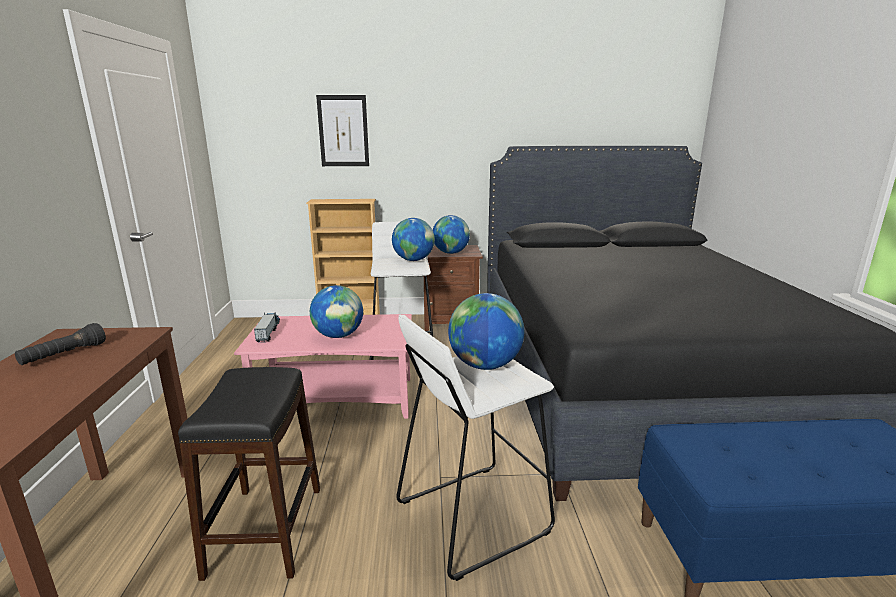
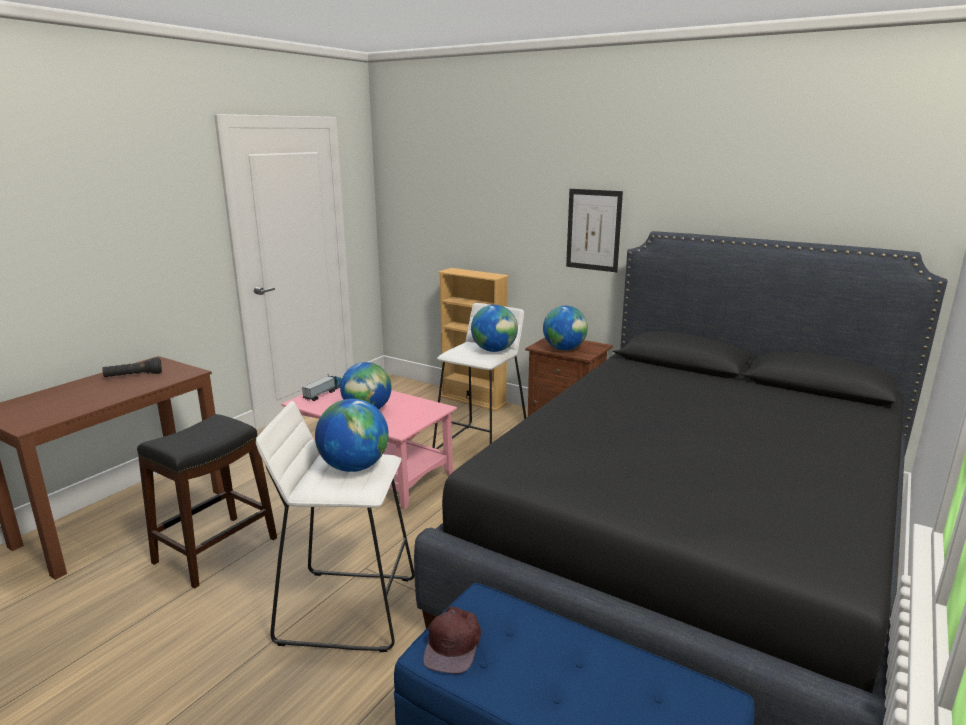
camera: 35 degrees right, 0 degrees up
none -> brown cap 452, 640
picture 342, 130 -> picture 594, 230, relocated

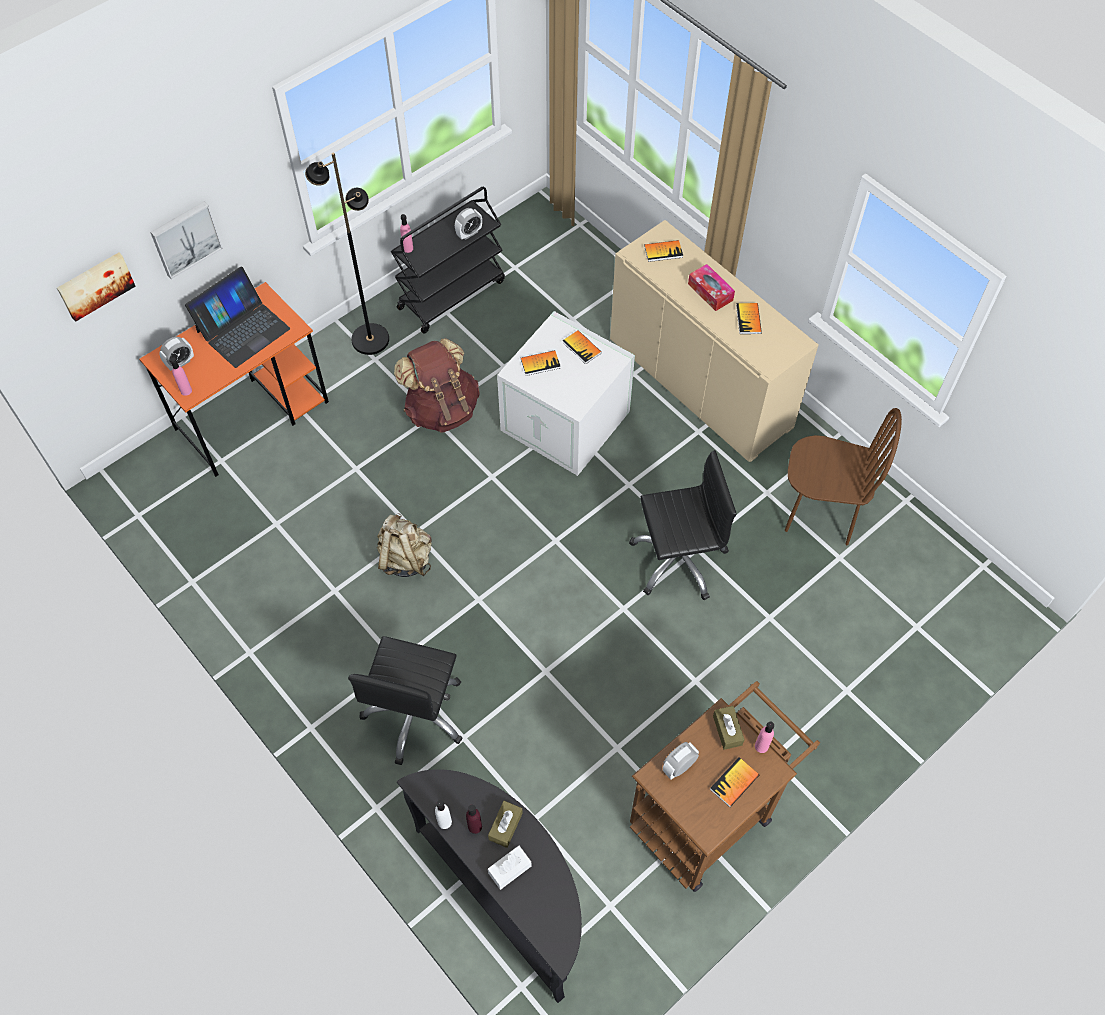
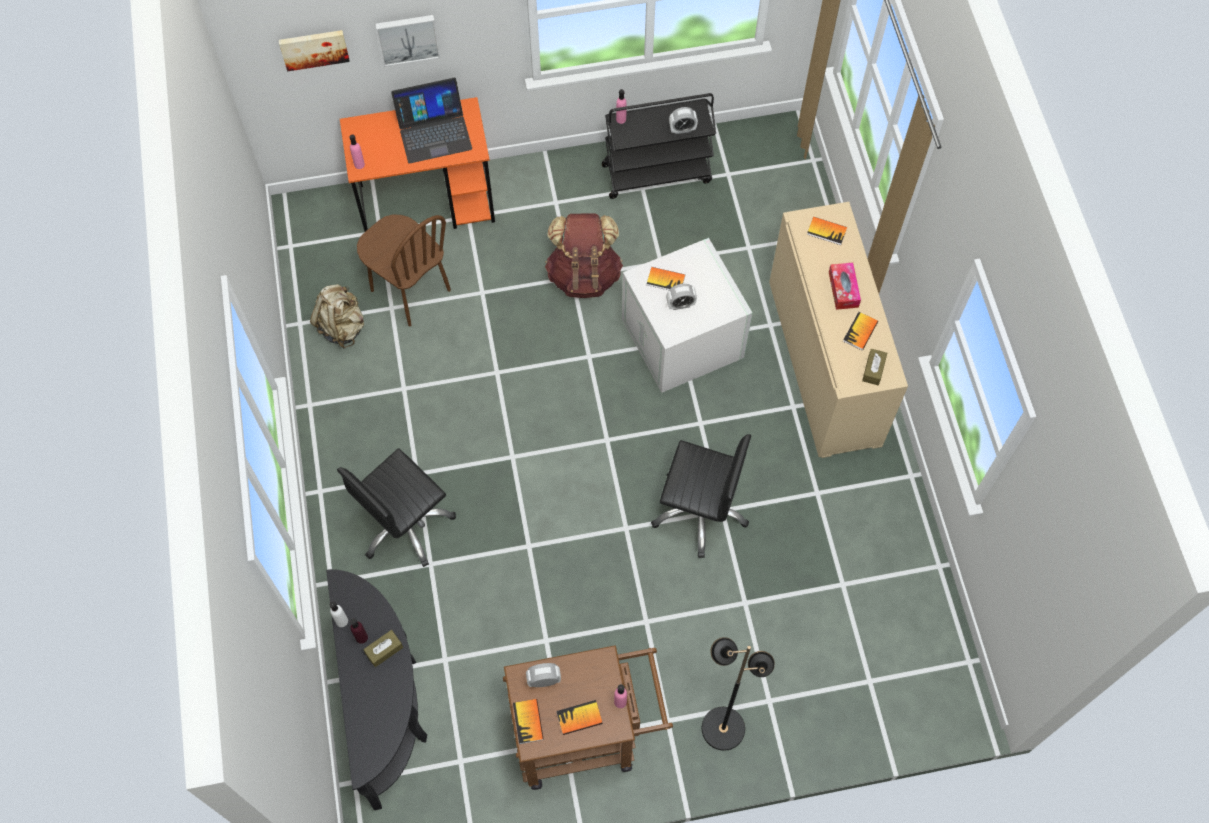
camera: 30 degrees right, 5 degrees up
beige backpack 404, 545 -> beige backpack 337, 316, relocated
brown chair 843, 476 -> brown chair 404, 270, relocated
book 582, 347 -> book 528, 721, relocated
alarm clock 176, 354 -> alarm clock 681, 297, relocated
black floor lamp 347, 253 -> black floor lamp 738, 694, relocated
brown tissue box 729, 728 -> brown tissue box 874, 367, relocated
white tissue box 510, 868 -> none

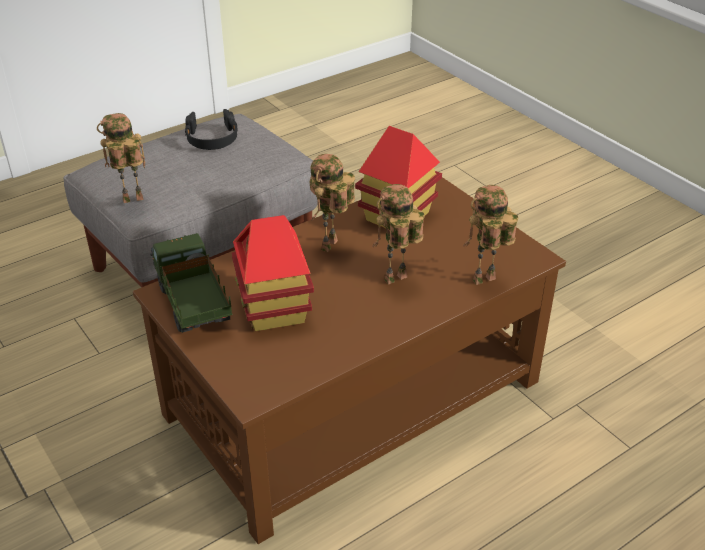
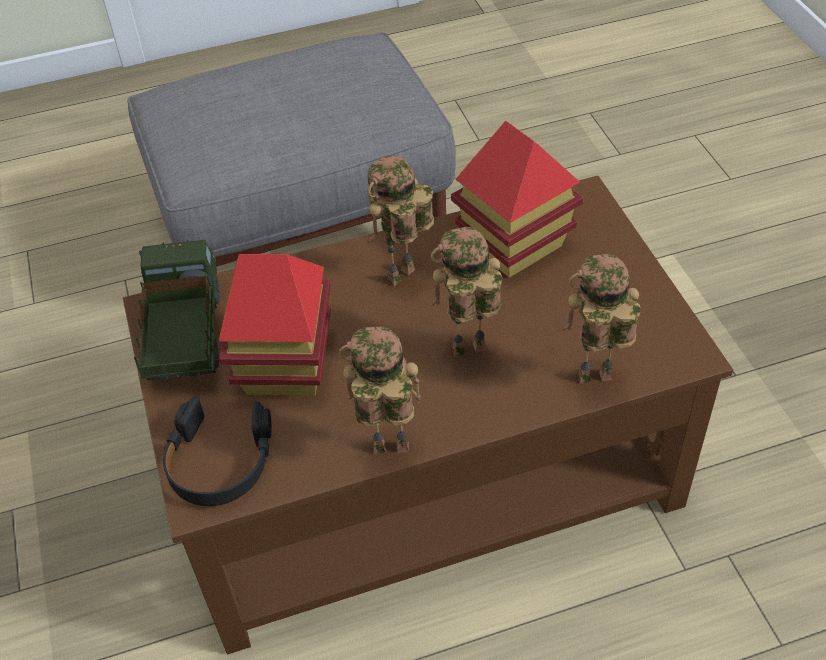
camera: 20 degrees right, 10 degrees up
black headphones 211, 129 -> black headphones 217, 451, relocated
toy robot 121, 158 -> toy robot 380, 390, relocated

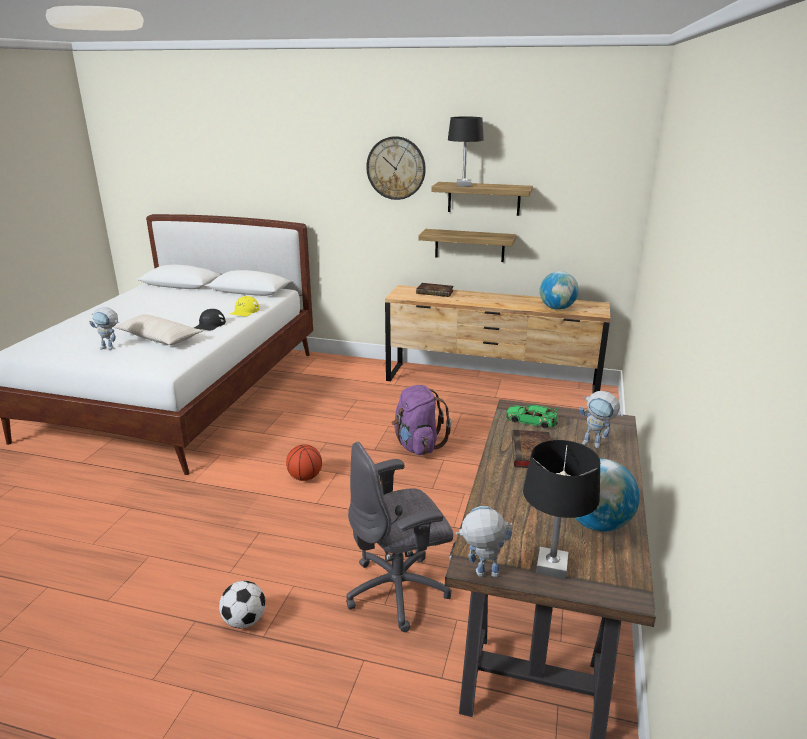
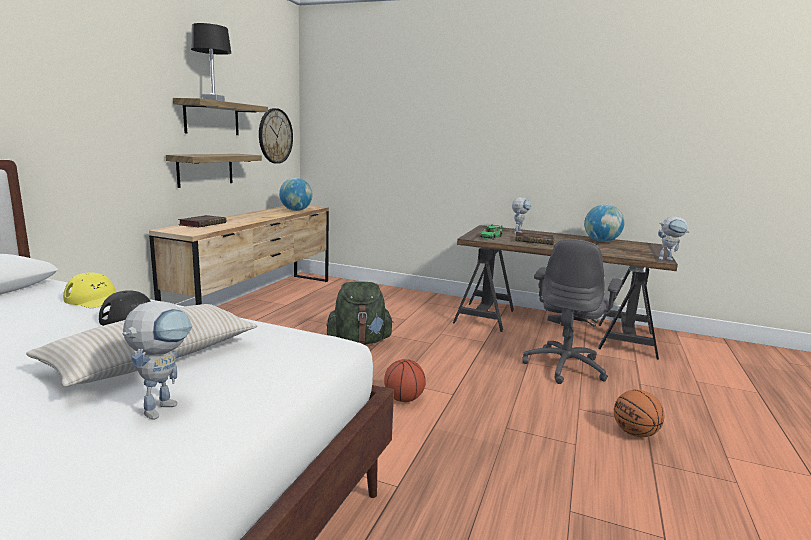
camera: 85 degrees left, 10 degrees down
wall clock 396, 168 -> wall clock 276, 136, relocated
purple backpack 421, 420 -> green backpack 360, 313
grey office chair 399, 536 -> grey office chair 572, 311, 45 degrees clockwise
football 242, 605 -> basketball 639, 413
toy robot 484, 541 -> toy robot 674, 238, 90 degrees counterclockwise
black table lamp 561, 509 -> none

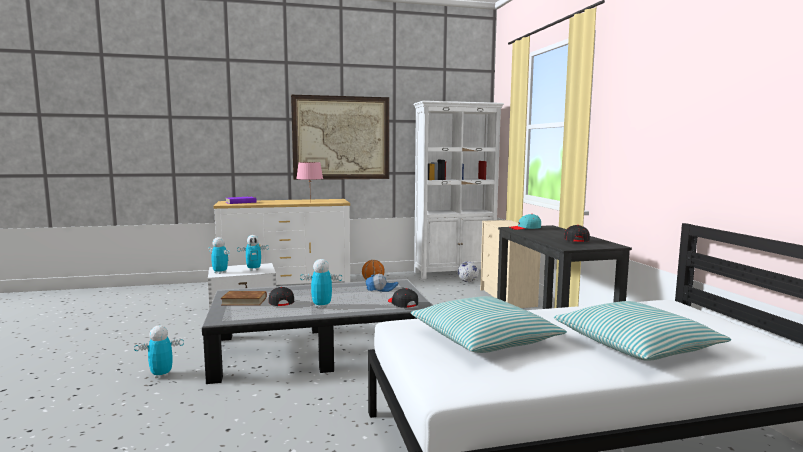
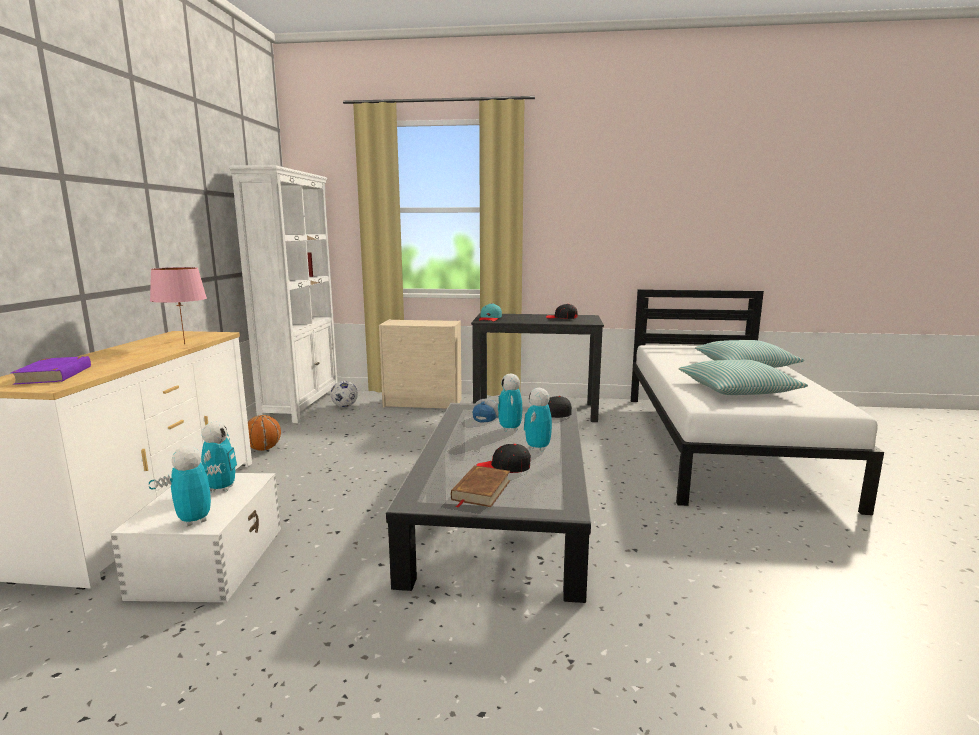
camera: 70 degrees left, 5 degrees up
toy robot 159, 351 -> toy robot 510, 403, relocated
picture 340, 137 -> none

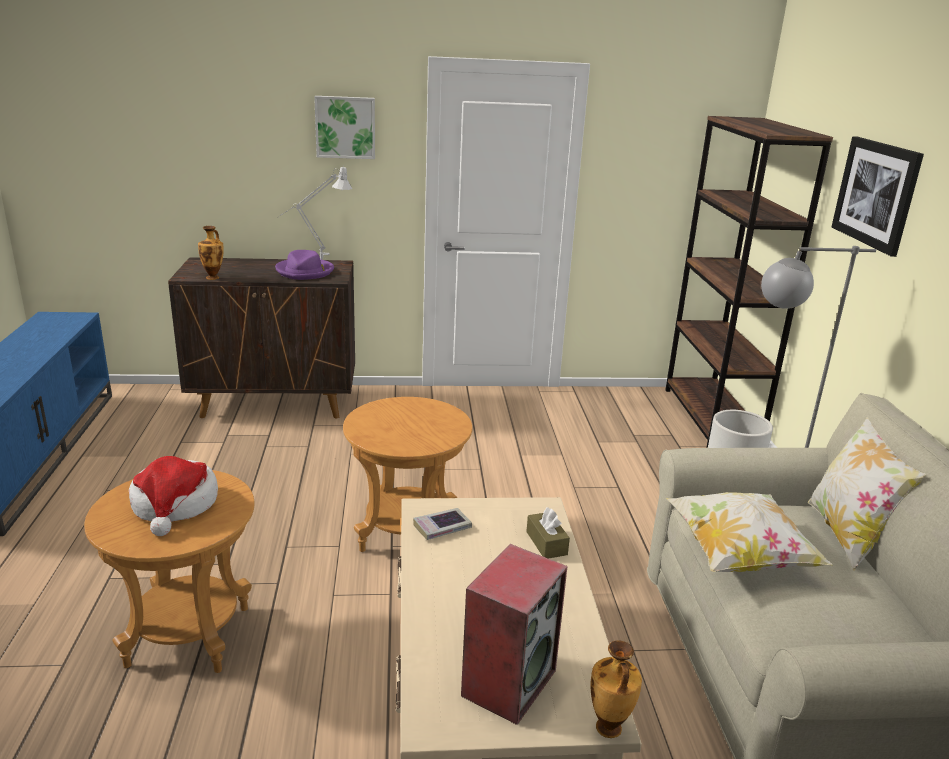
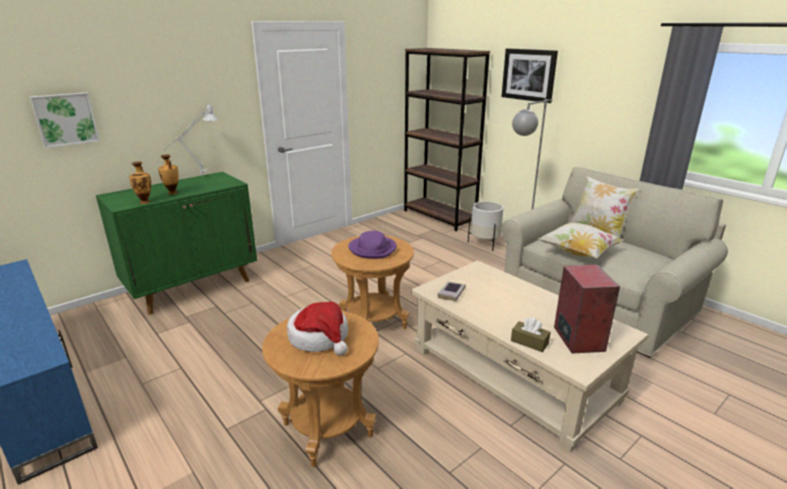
camera: 35 degrees left, 0 degrees up
picture 344, 127 -> picture 65, 120, relocated
brown cabinet 261, 337 -> green cabinet 176, 243
vase 616, 689 -> vase 168, 174, relocated
purple hat 304, 265 -> purple hat 372, 245, relocated
brown tissue box 548, 533 -> brown tissue box 530, 335, relocated

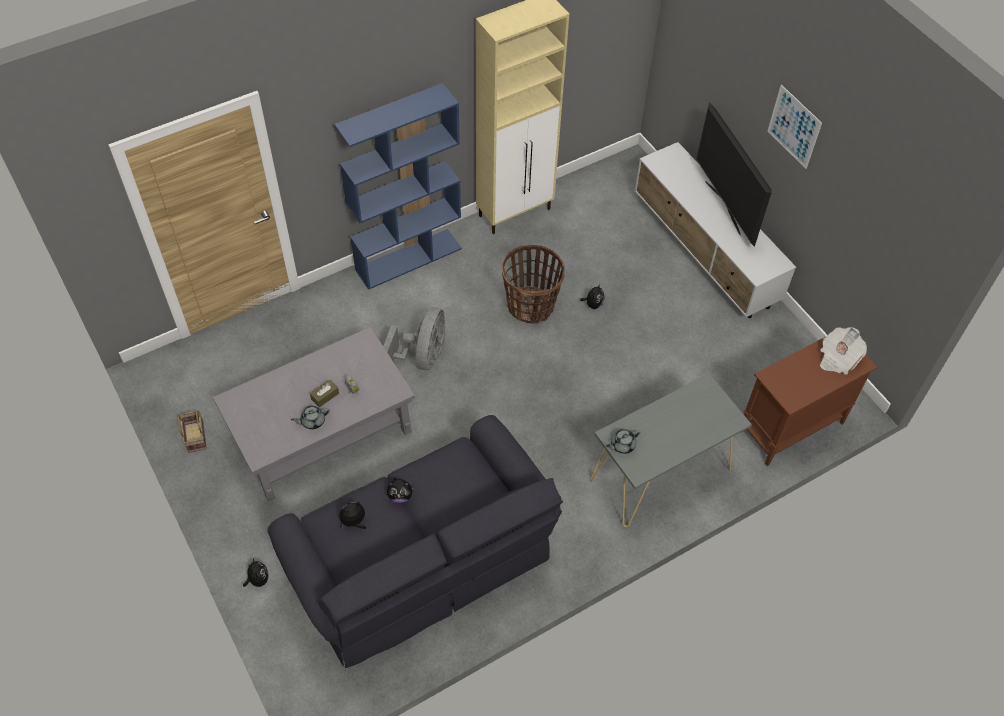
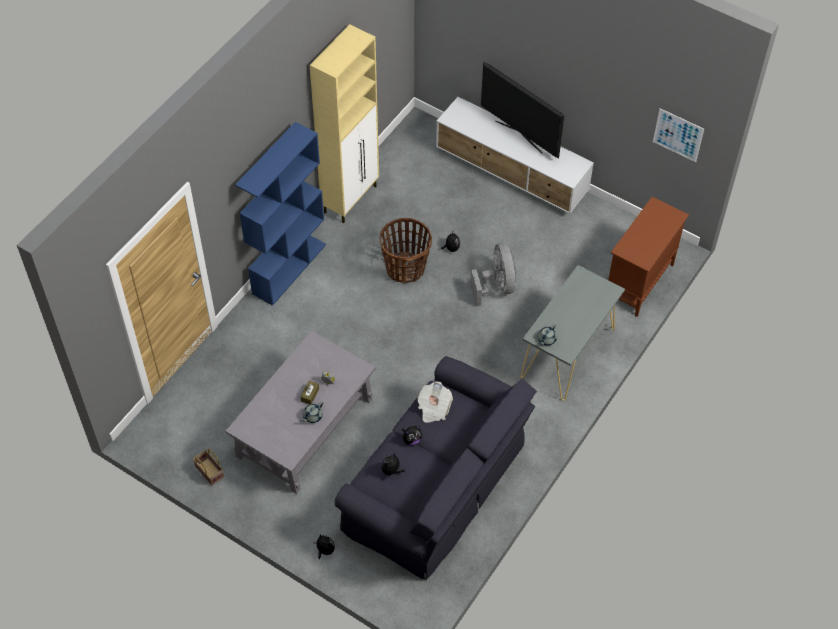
camera: 25 degrees left, 0 degrees up
newspaper 843, 350 -> newspaper 435, 402, relocated
grey fan 414, 338 -> grey fan 493, 274, relocated
picture 795, 127 -> picture 678, 135, relocated

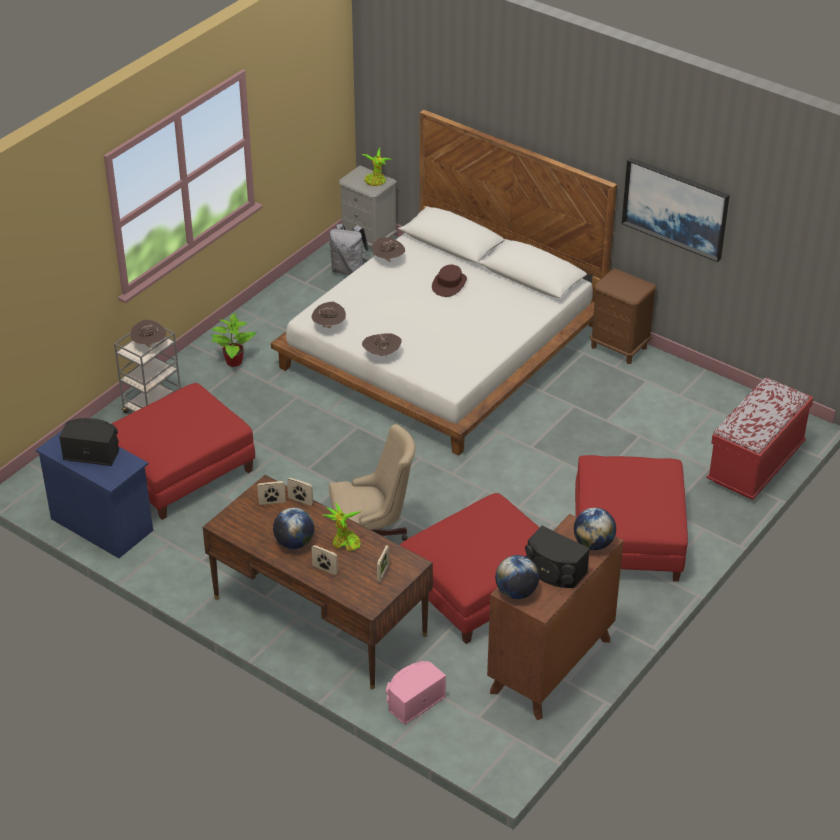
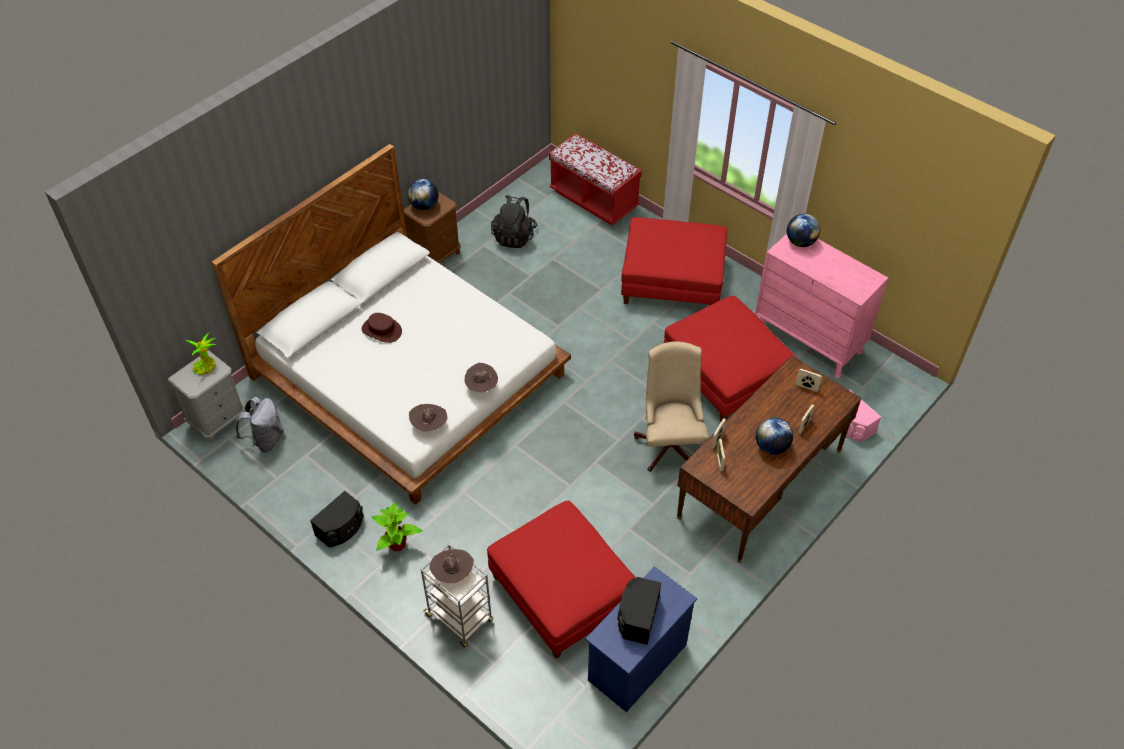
camera: 85 degrees left, 10 degrees up
black speaker 557, 557 -> black speaker 336, 519, relocated
globe 517, 577 -> globe 423, 194, relocated
none -> black backpack 514, 221
brown dresser 555, 617 -> pink dresser 821, 306
potted plant 341, 526 -> none
brown hat 388, 249 -> none
picture 676, 210 -> none

